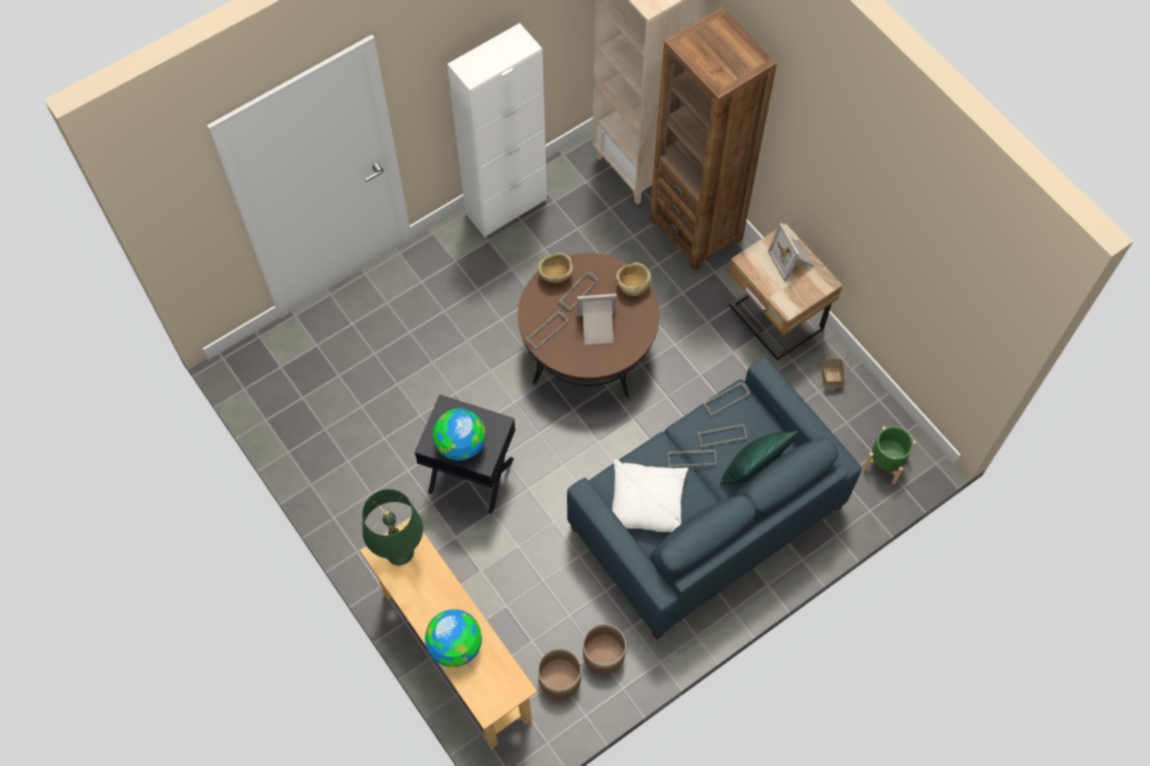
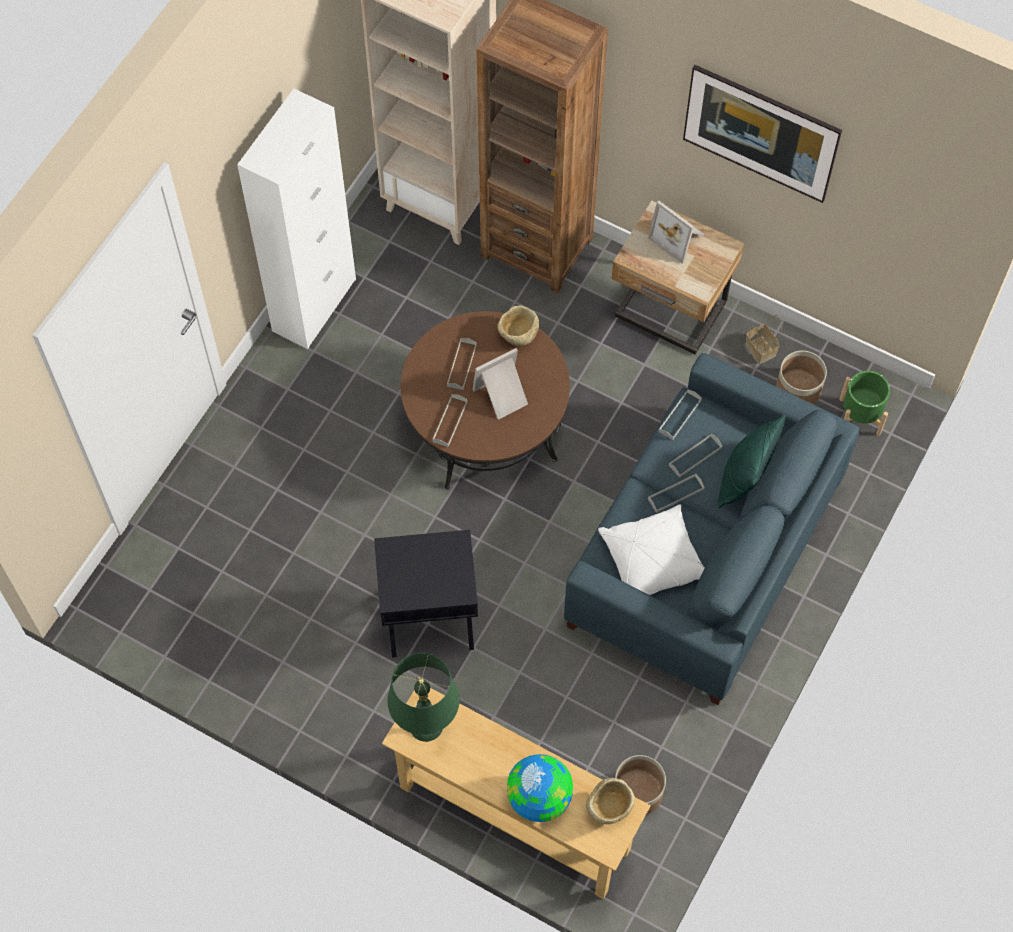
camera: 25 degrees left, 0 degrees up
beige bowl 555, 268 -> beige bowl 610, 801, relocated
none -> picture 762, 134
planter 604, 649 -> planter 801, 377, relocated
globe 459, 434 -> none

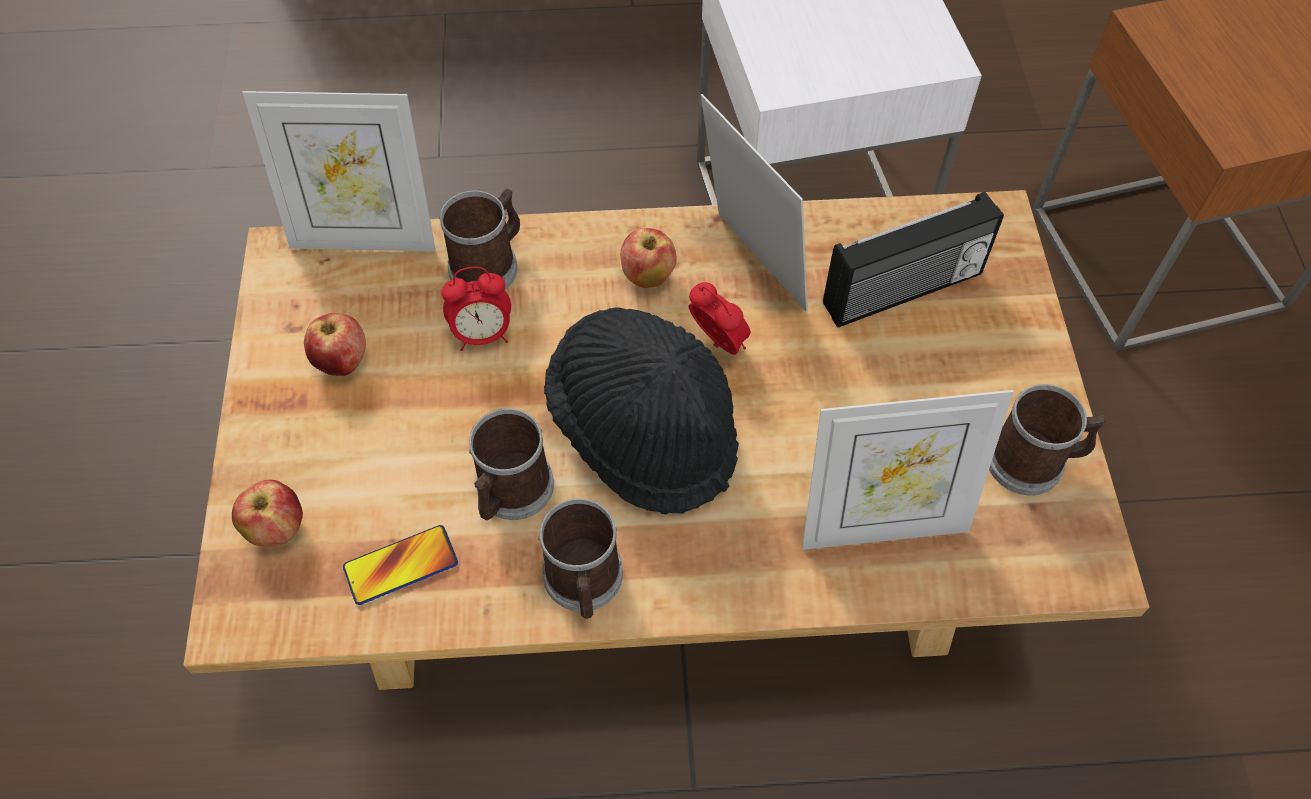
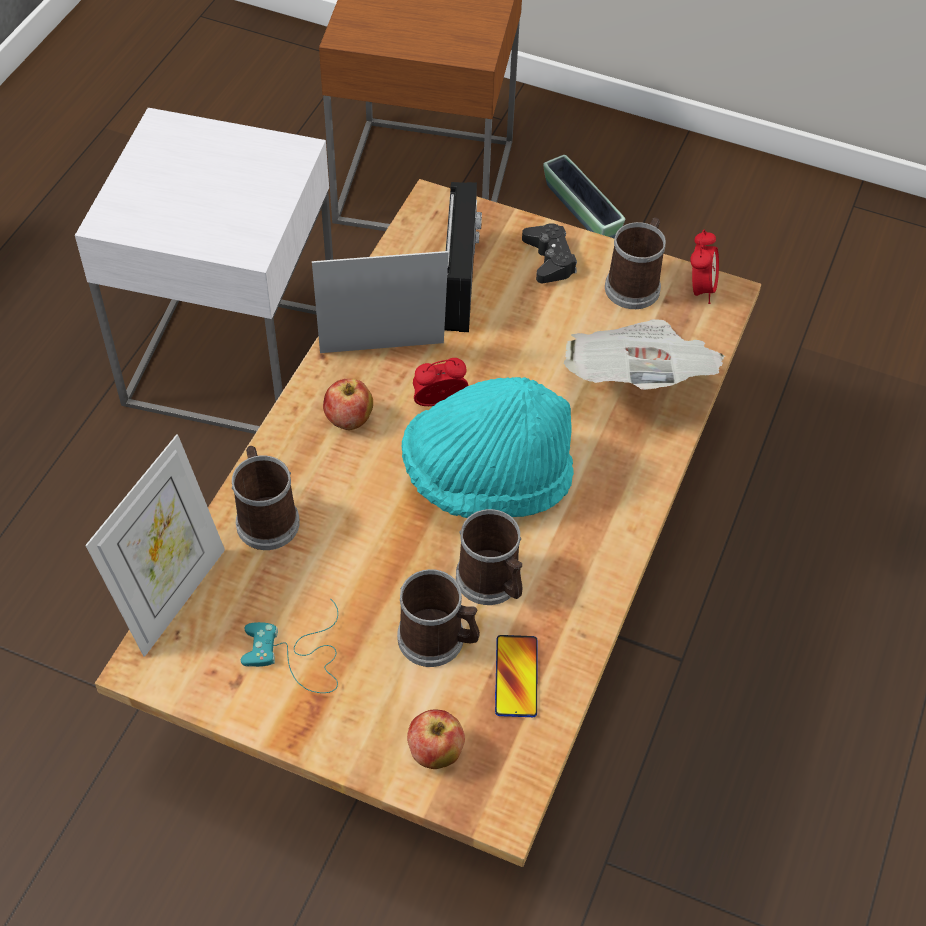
camera: 65 degrees left, 5 degrees down
apple 335, 344 -> turquoise game controller 289, 646
mug 580, 558 -> mug 438, 618, relocated
black hat 641, 411 -> turquoise hat 488, 447
none -> black game controller 549, 253
none -> planter 584, 197
picture frame 908, 470 -> newspaper 644, 354
alarm clock 476, 308 -> alarm clock 704, 267, relocated

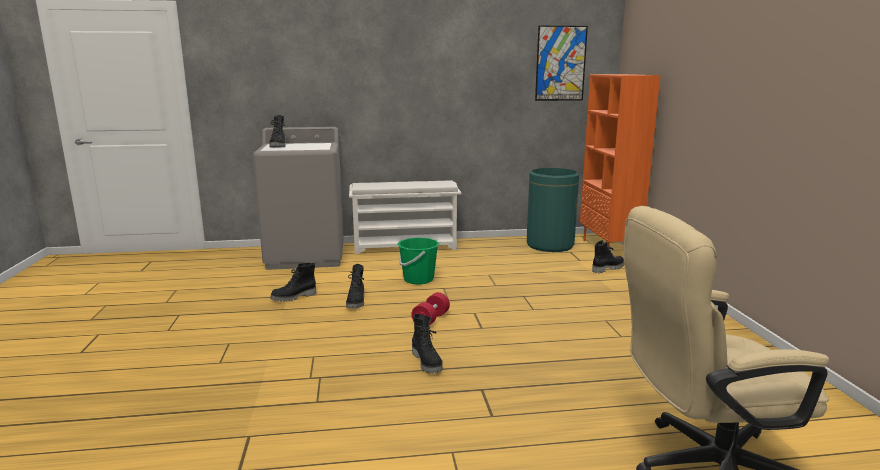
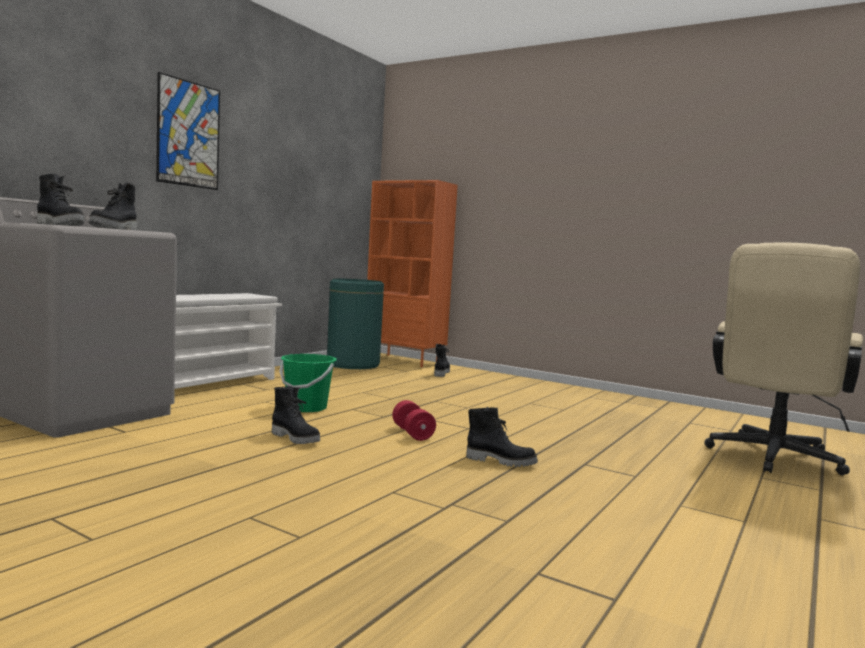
camera: 50 degrees left, 10 degrees down
black boot 293, 282 -> black boot 113, 206, relocated
picture 561, 63 -> picture 188, 131, relocated

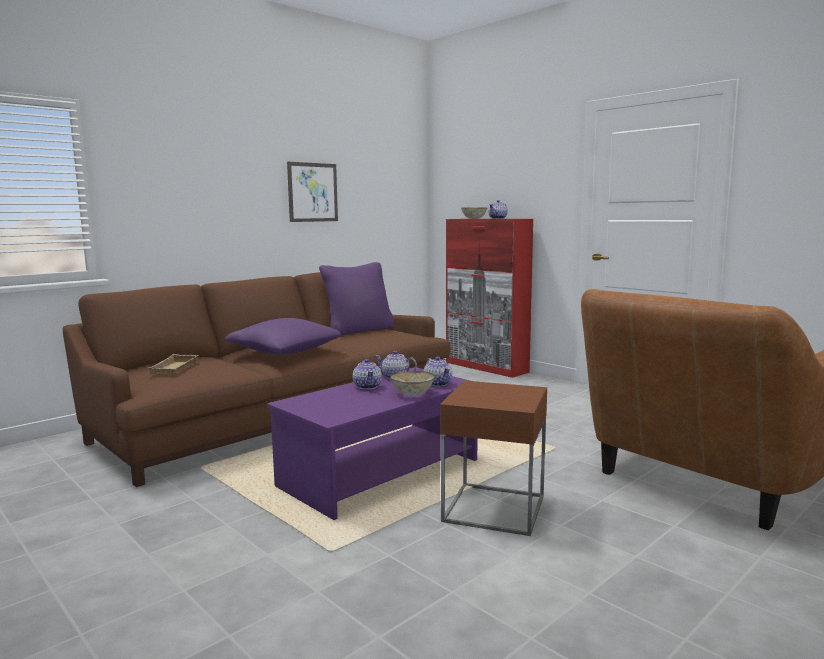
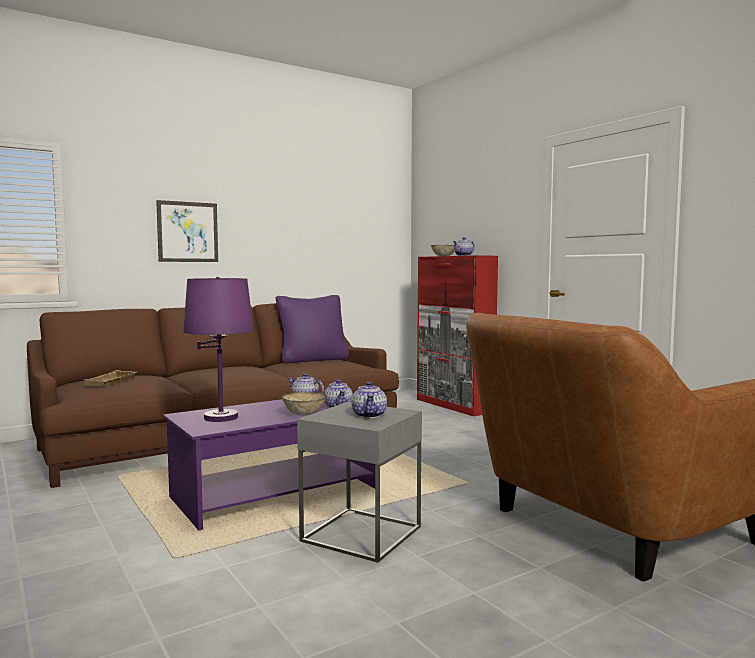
camera: 10 degrees right, 5 degrees down
picture 312, 192 -> picture 187, 231, relocated
none -> purple table lamp 218, 349
brown side table 493, 458 -> grey side table 359, 482
teapot 367, 374 -> teapot 369, 399, relocated
purple pillow 283, 336 -> none

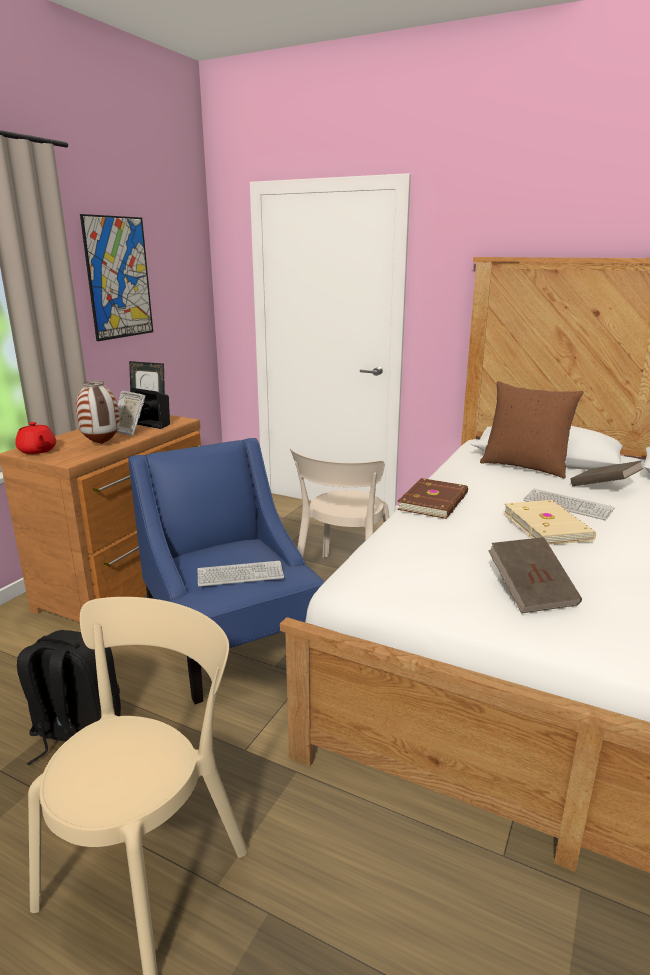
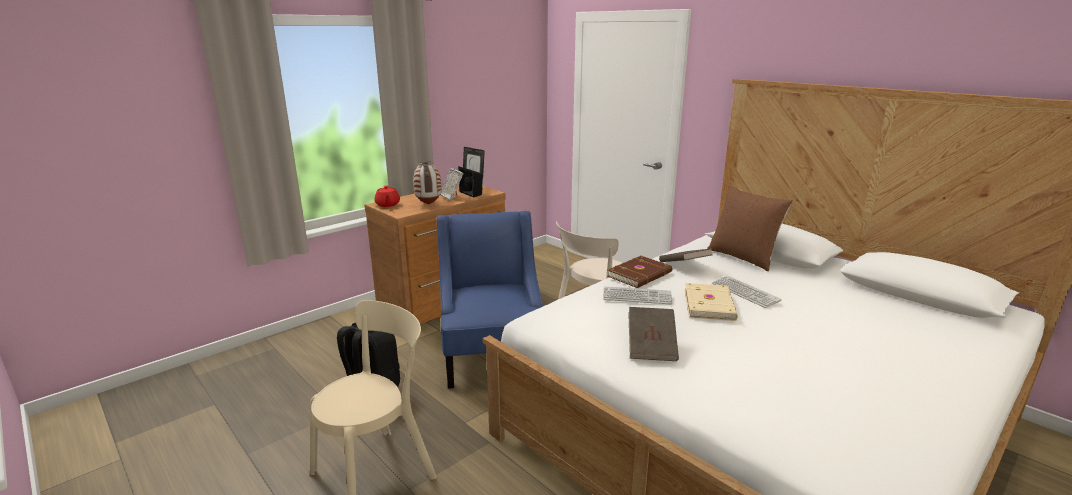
camera: 20 degrees right, 0 degrees up
keyboard 241, 574 -> keyboard 637, 295, relocated
brown book 607, 473 -> brown book 685, 255, relocated
picture 116, 277 -> none

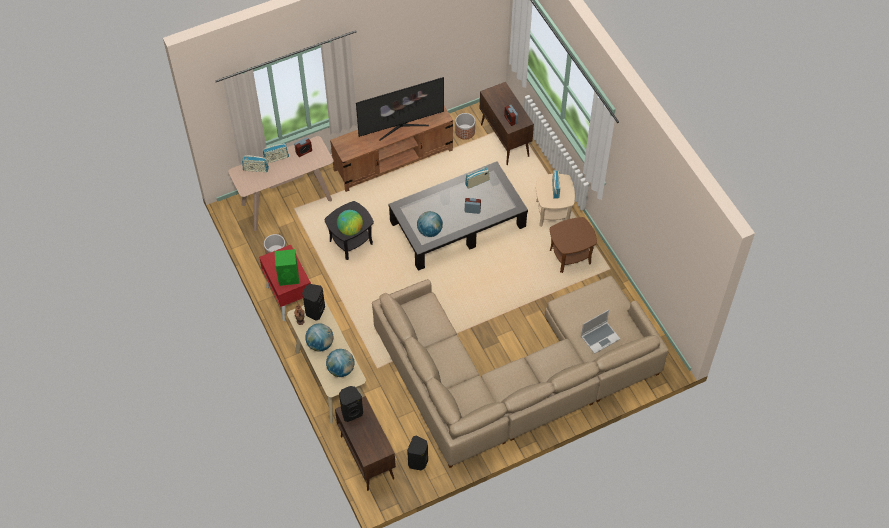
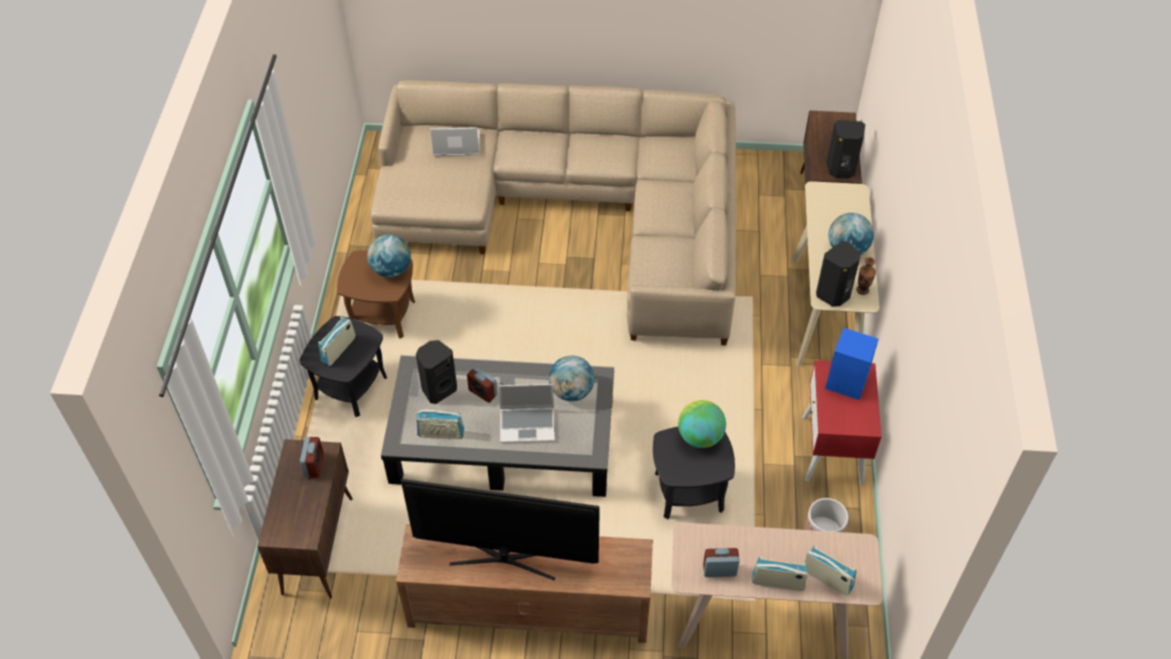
camera: 150 degrees left, 5 degrees down
beige side table 555, 200 -> black side table 343, 366
globe 340, 363 -> globe 389, 256, relocated
black speaker 417, 452 -> black speaker 436, 372, relocated
none -> laptop 526, 413
green speaker 287, 267 -> blue speaker 852, 364
planter 465, 126 -> none

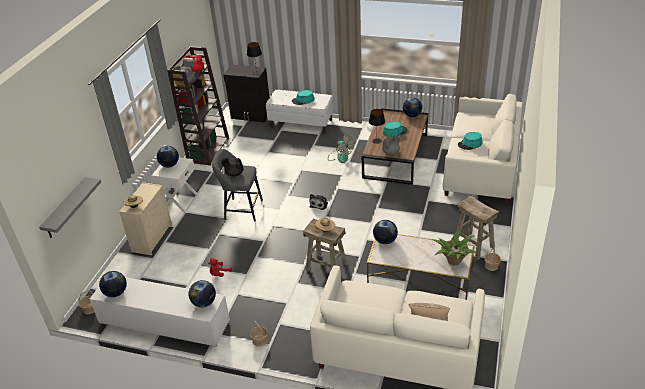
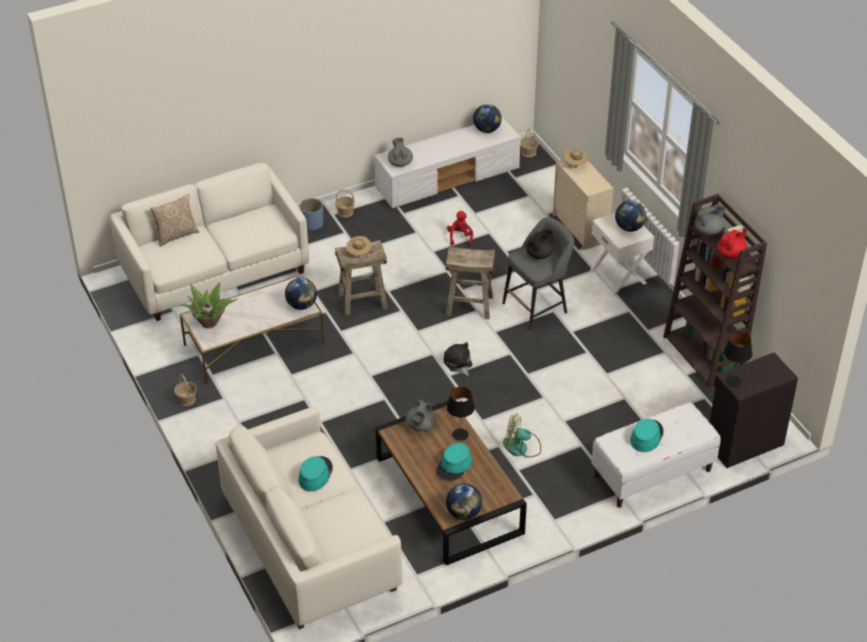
camera: 135 degrees right, 5 degrees up
none -> blue planter 311, 214
globe 202, 293 -> grey teapot 400, 152
beige stool 477, 227 -> beige stool 470, 282, relocated
grey shelf 70, 207 -> none

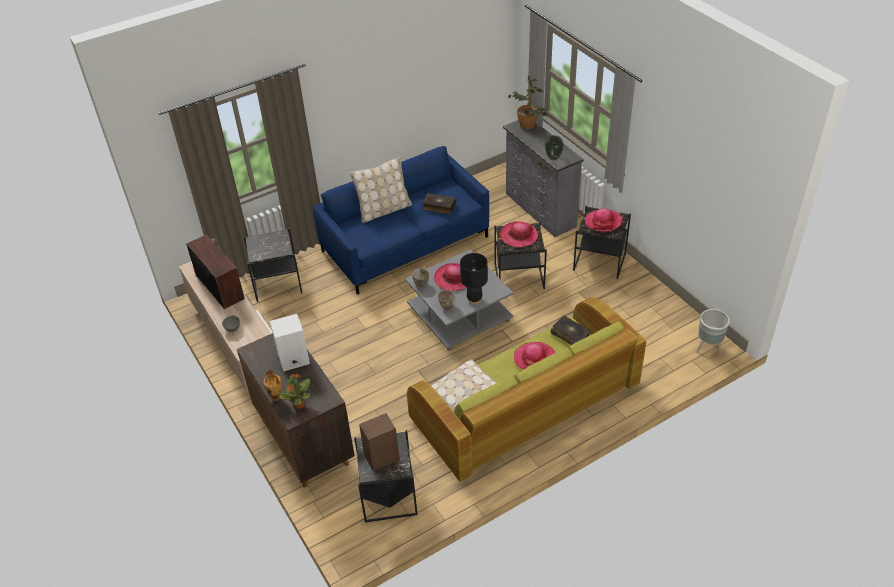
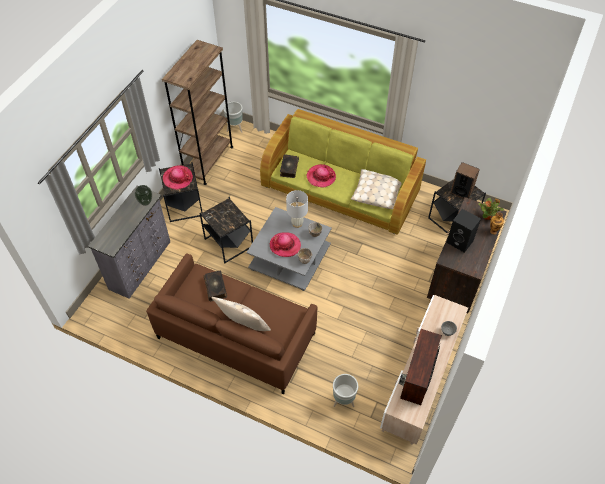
camera: 125 degrees left, 10 degrees up
blue sofa 400, 220 -> brown sofa 231, 323
none -> brown bookcase 197, 112
black table lamp 474, 278 -> white table lamp 297, 209
black side table 273, 265 -> grey planter 345, 390
white speaker 290, 343 -> black speaker 464, 231
hat 519, 234 -> none
potted plant 527, 102 -> none

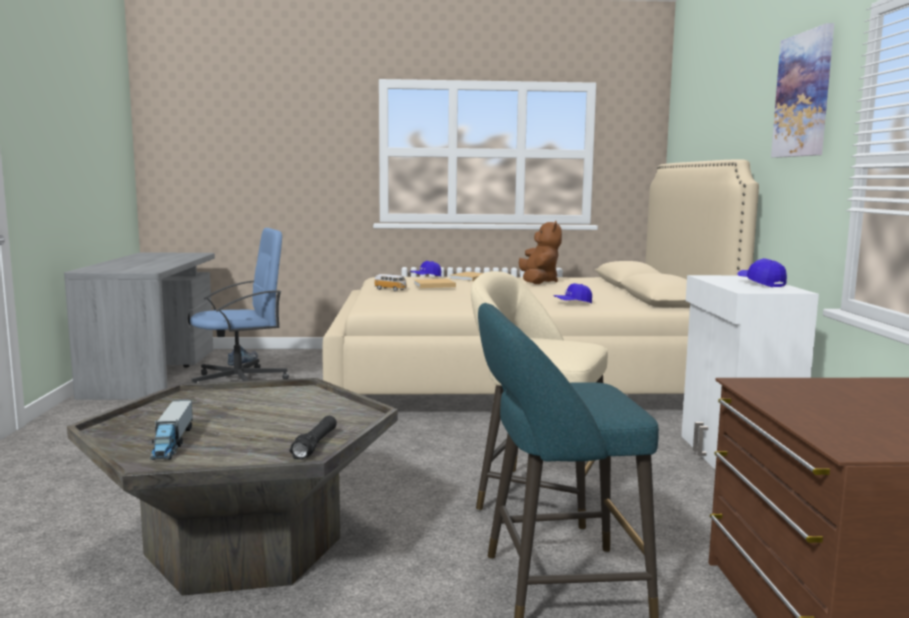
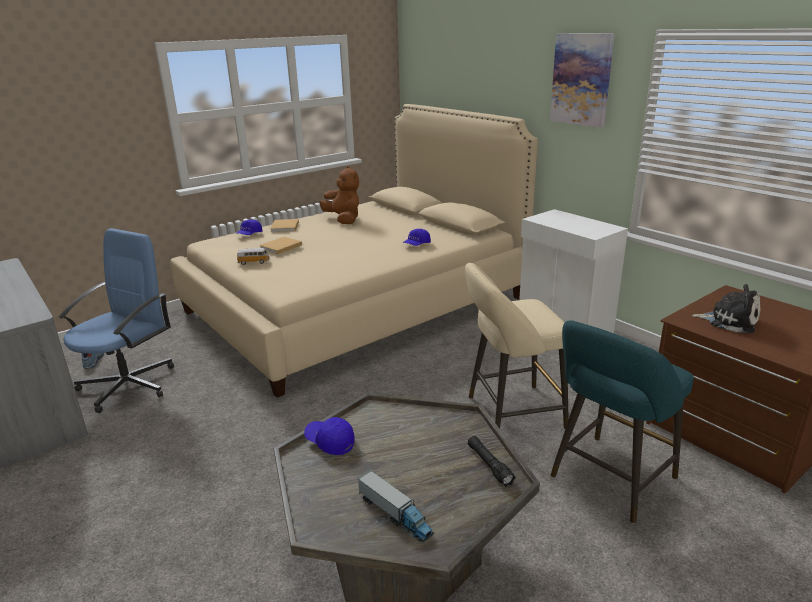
camera: 35 degrees left, 15 degrees up
blue cap 762, 272 -> blue cap 329, 436, relocated
none -> plush toy 725, 308

